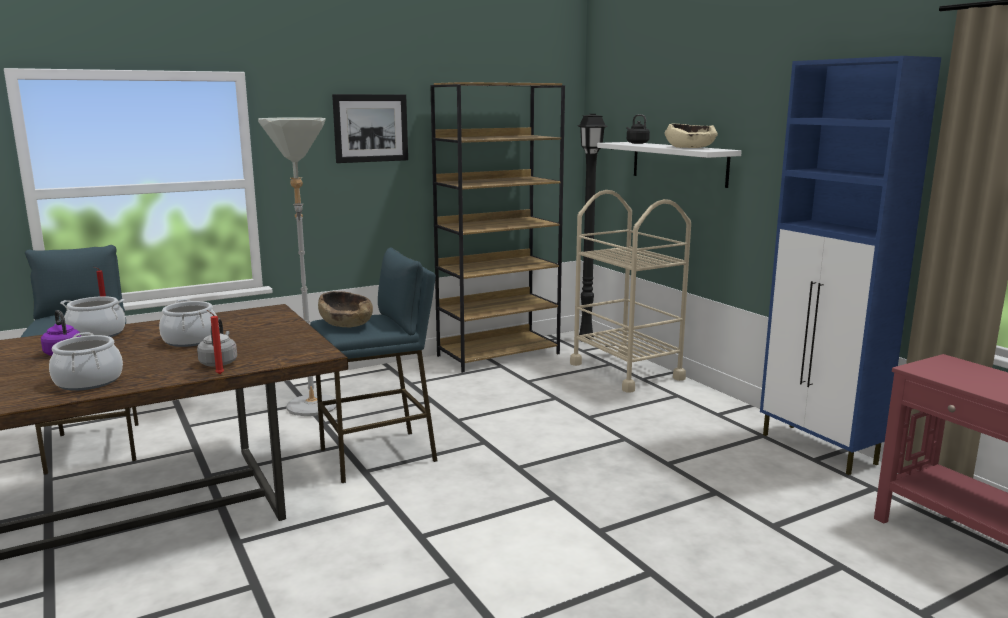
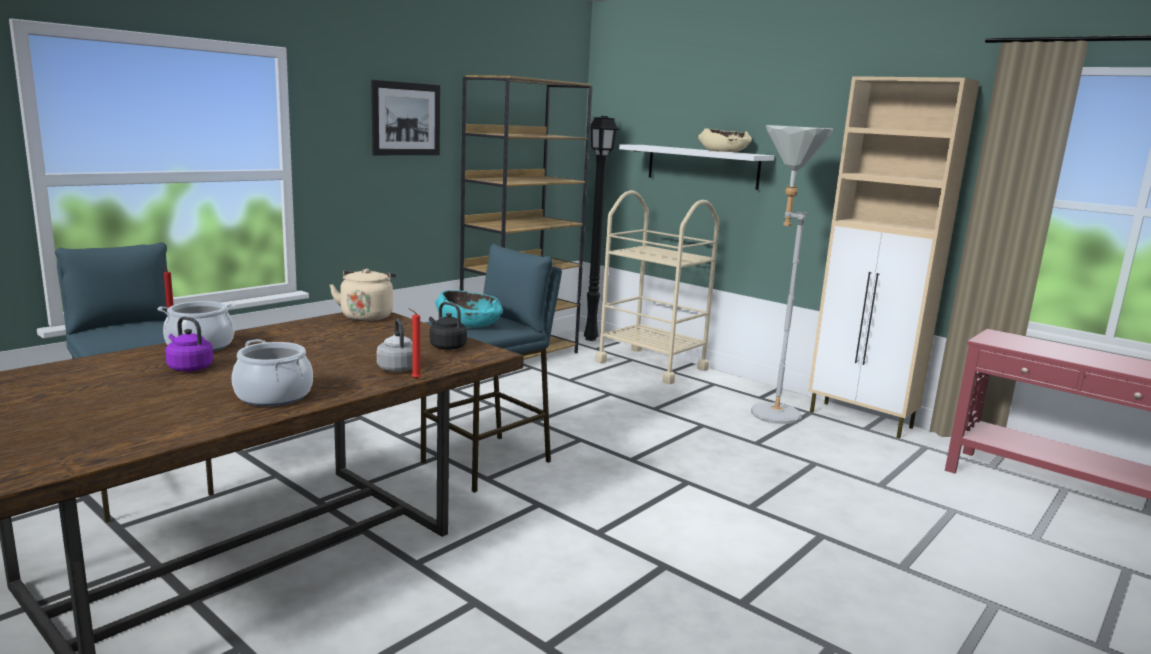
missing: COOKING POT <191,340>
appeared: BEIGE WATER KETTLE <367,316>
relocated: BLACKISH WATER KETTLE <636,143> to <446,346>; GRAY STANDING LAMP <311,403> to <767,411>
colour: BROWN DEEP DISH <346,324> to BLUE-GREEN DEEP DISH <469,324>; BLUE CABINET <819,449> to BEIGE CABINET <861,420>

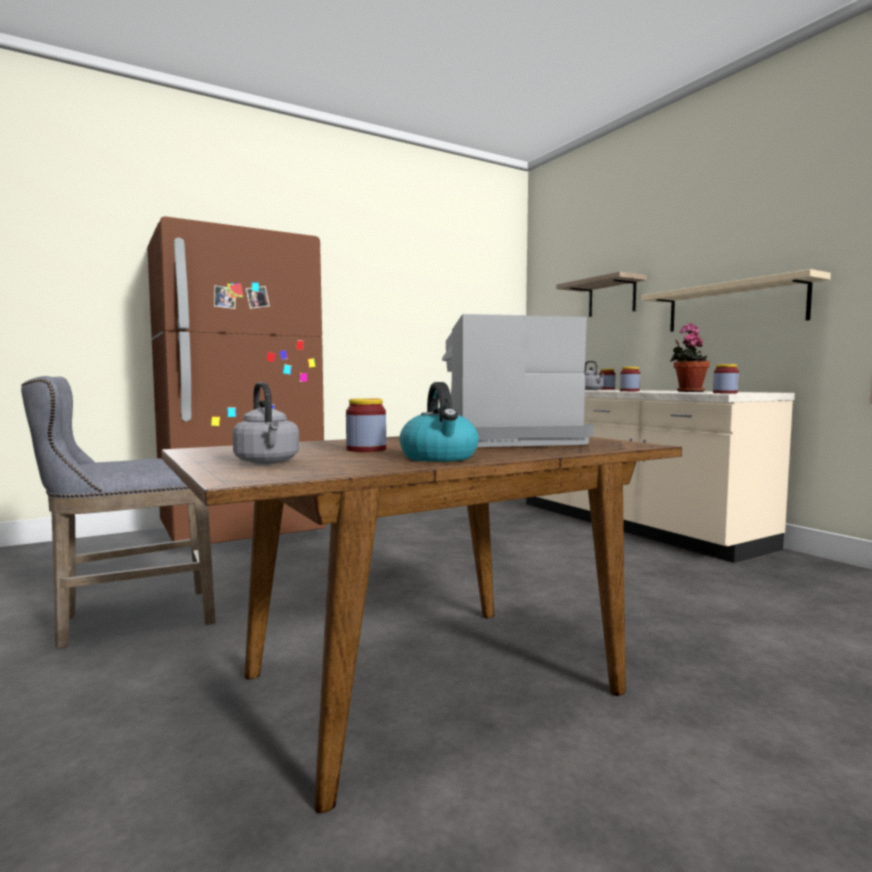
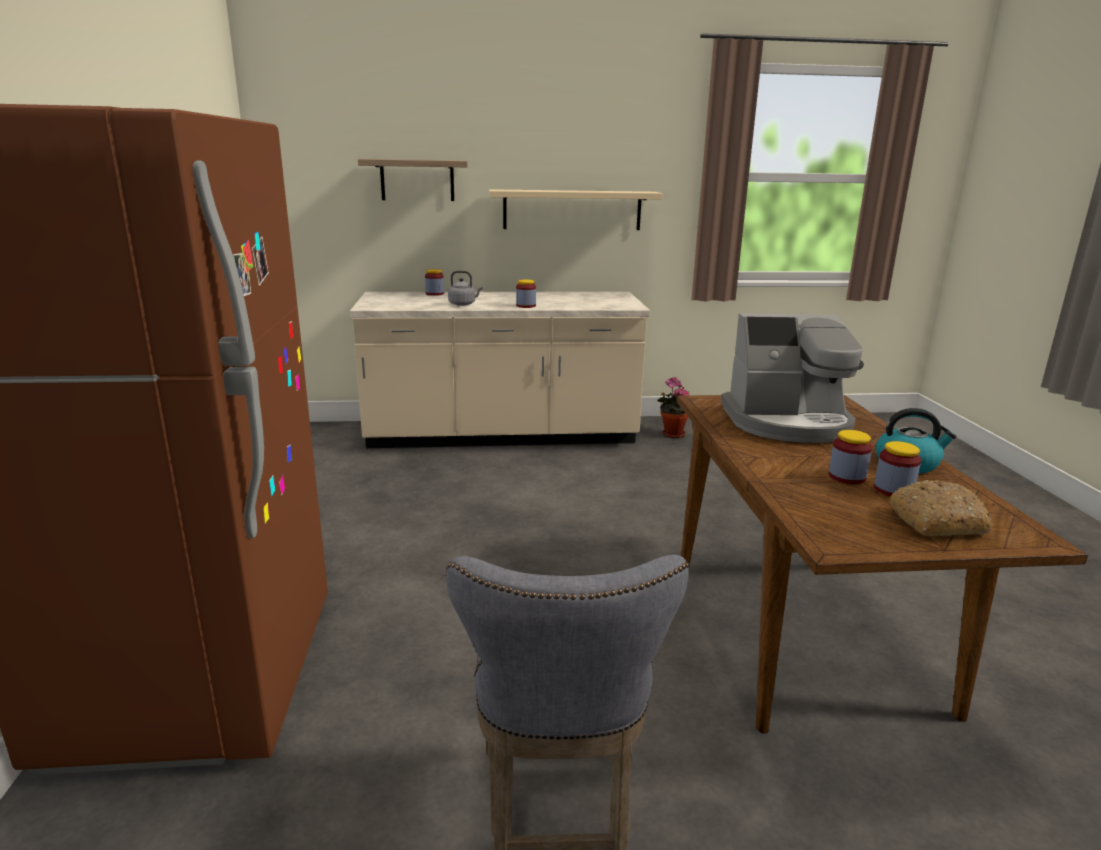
relocated: POTTED PLANT <688,391> to <671,434>; PRESERVE JAR <725,393> to <893,490>
exchanged: GRAY WATER KETTLE <267,462> to BREAD <937,522>
spun: COFFEE BREWER <507,440> = <788,423> 105 degrees counterclockwise

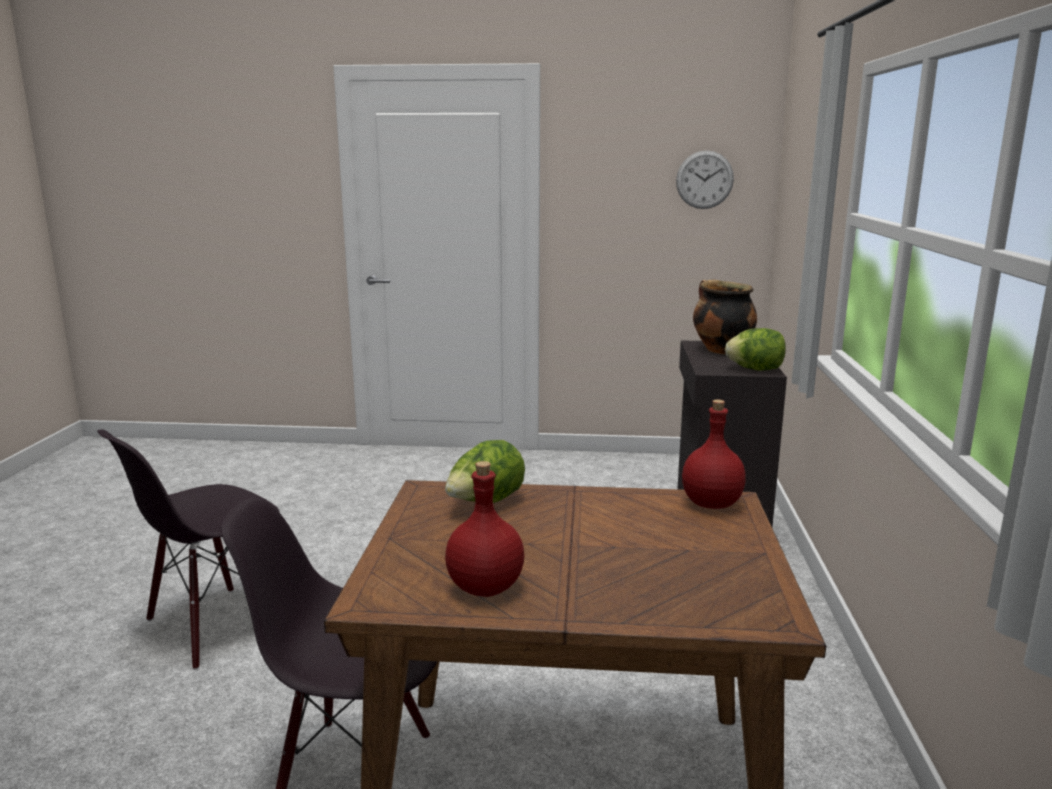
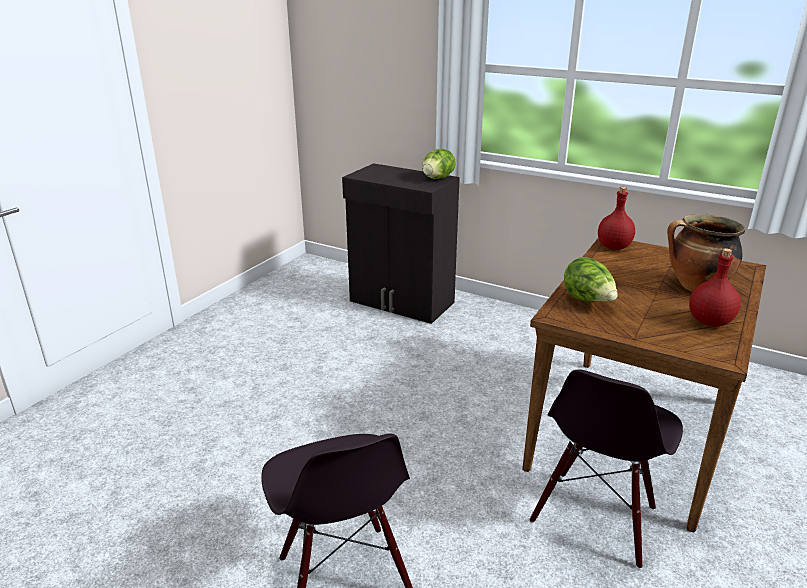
missing: HANGING CLOCK <704,180>
relocated: COOKING POT <720,350> to <696,287>

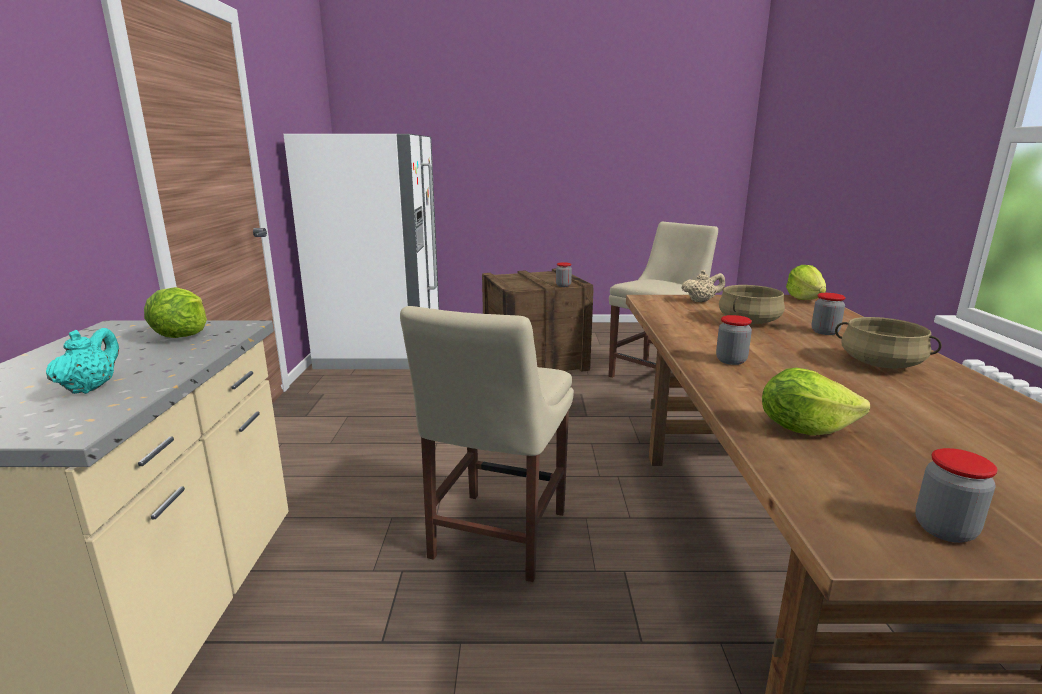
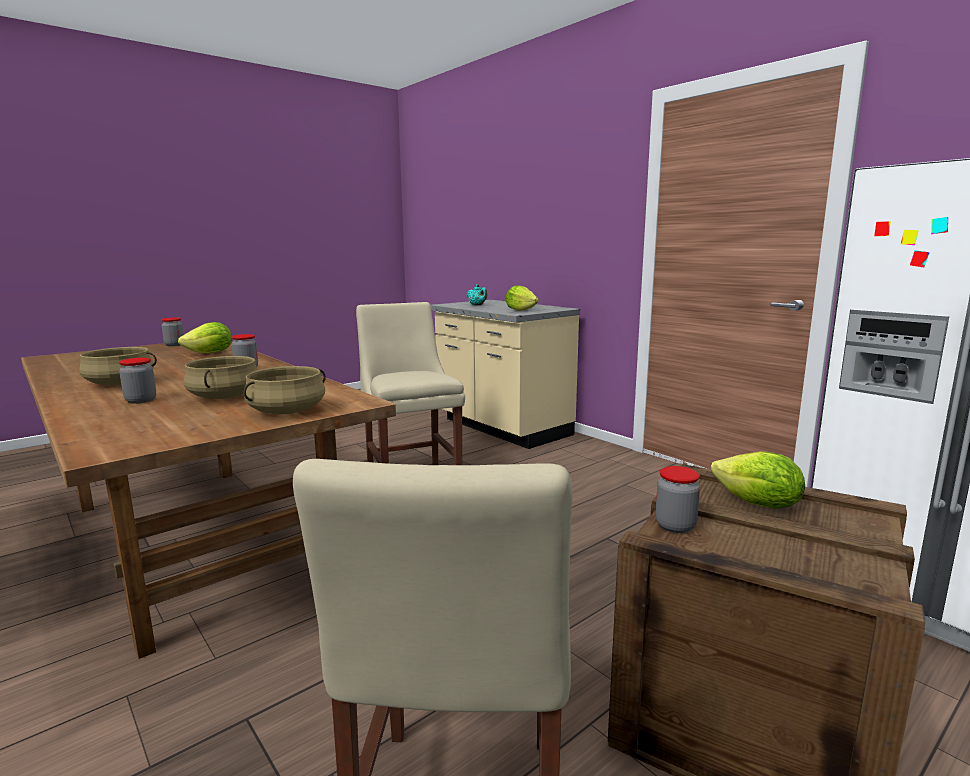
relocated: HEAD OF LETTUCE <804,299> to <757,504>
exchanged: BEIGE TEA POT <701,301> to BEIGE COOKING POT <287,411>

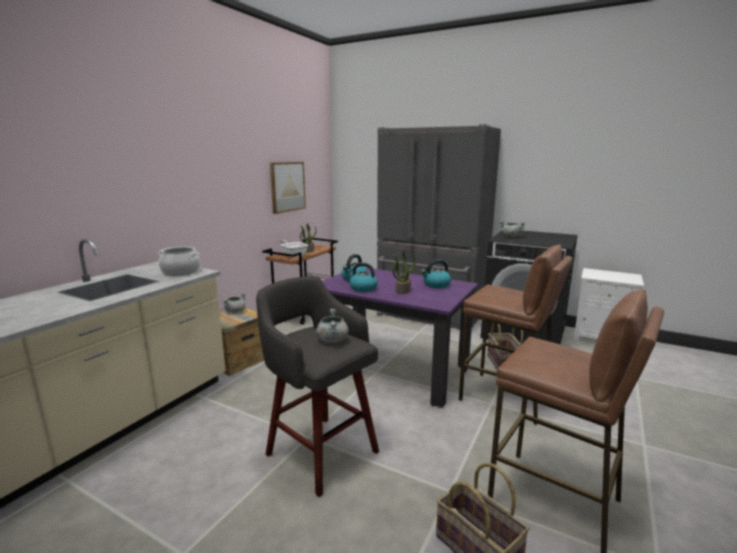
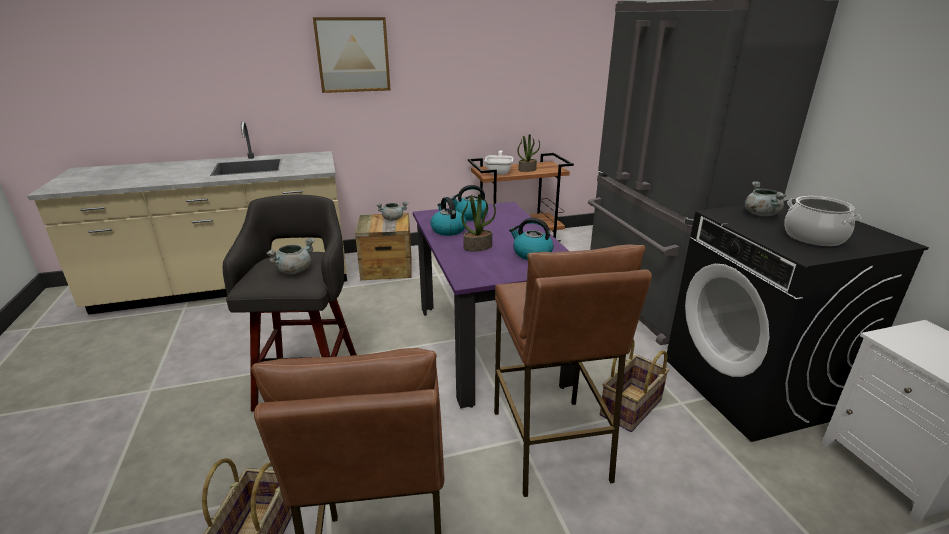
relocated: WALL PICTURE <287,186> to <353,55>; COOKING POT <181,272> to <814,237>

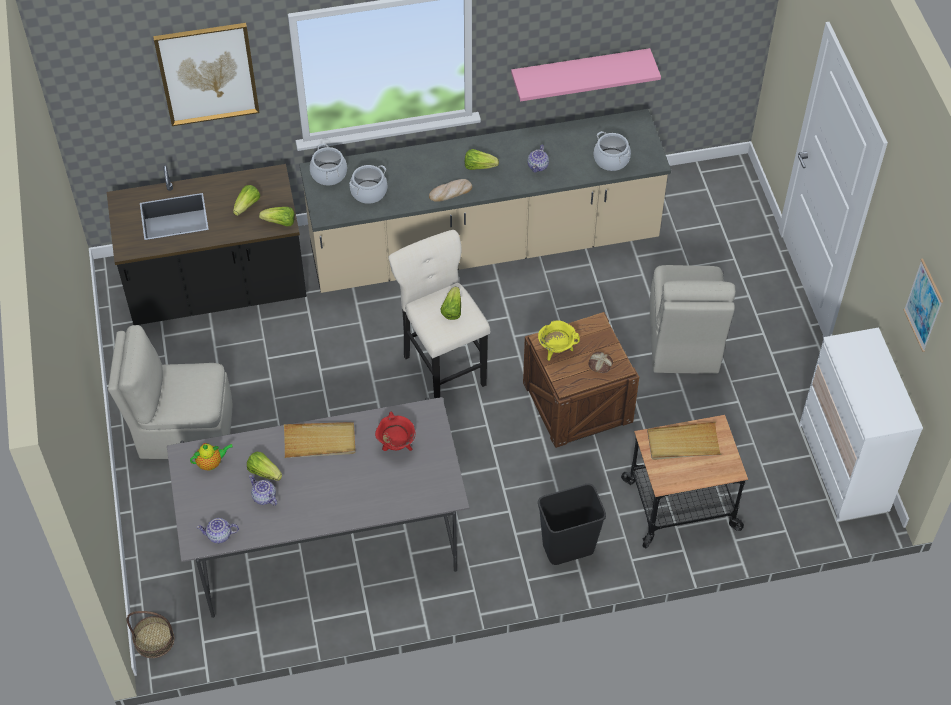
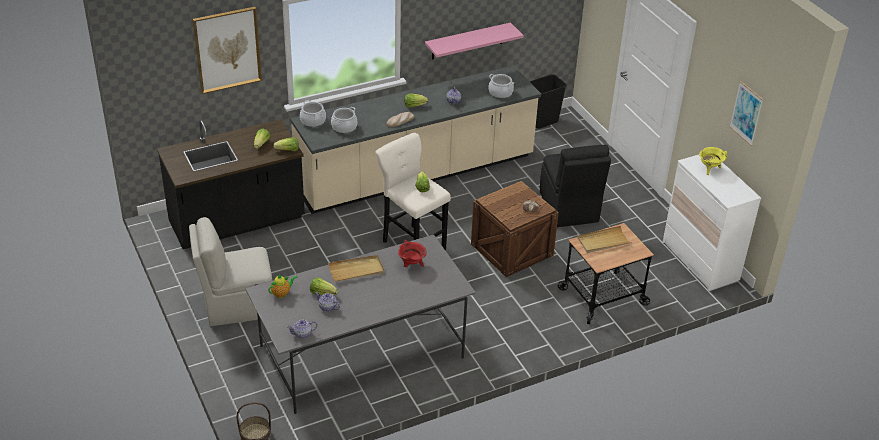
relocated: BLACKISH TRASH CAN <568,547> to <543,121>; YELLOW-COLOURED COOKING POT <556,350> to <709,169>
colour: BEIGE UPRIGHT CHAIR <683,342> to BLACKISH UPRIGHT CHAIR <569,208>

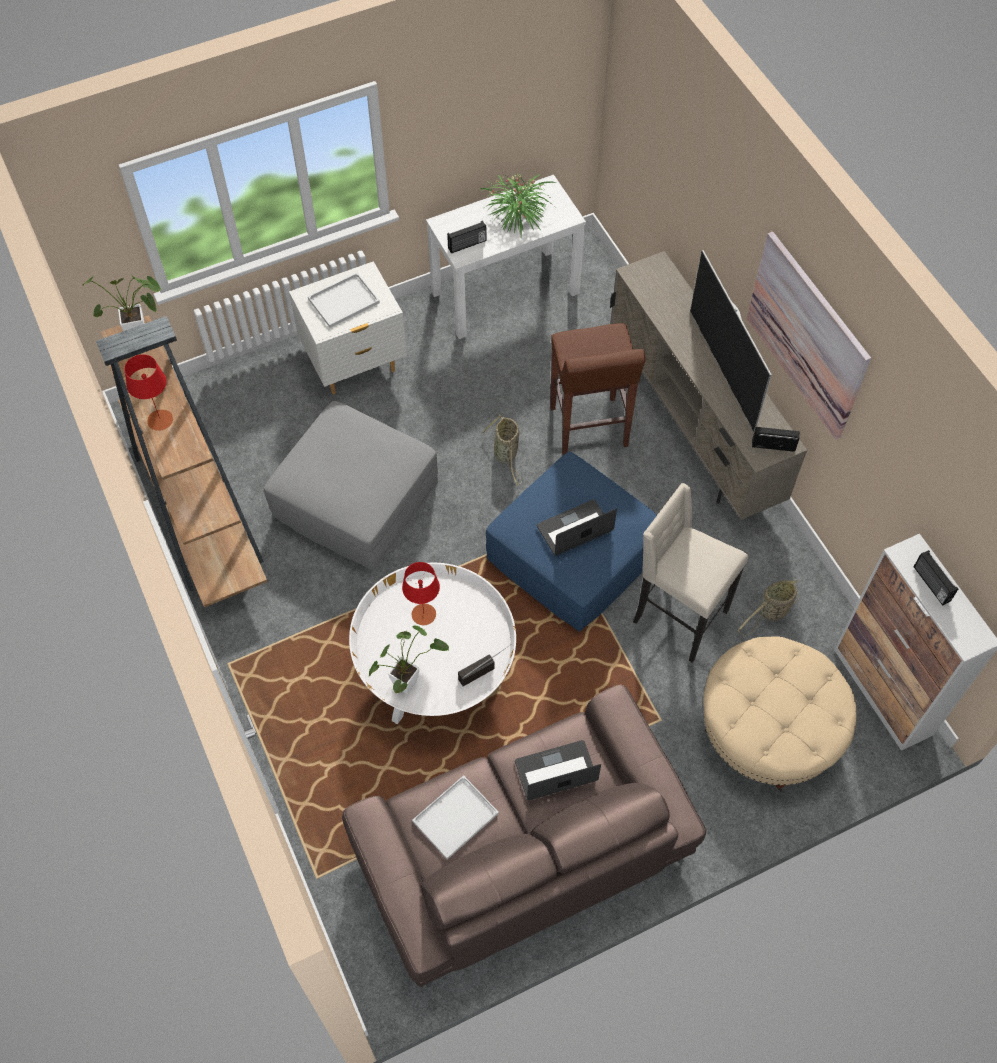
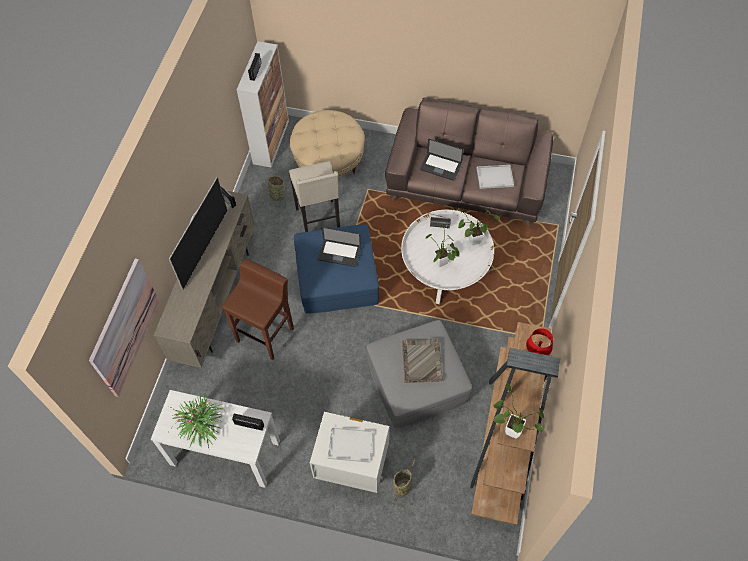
appeared: GRAY CARRYING TRAY <421,360>
relocated: WALL PICTURE <807,335> to <124,327>; HOUSEHOLD BASKET <506,455> to <403,486>
exchanged: REDDISH TABLETOP LAMP <423,614> to POTTED PLANT <442,265>

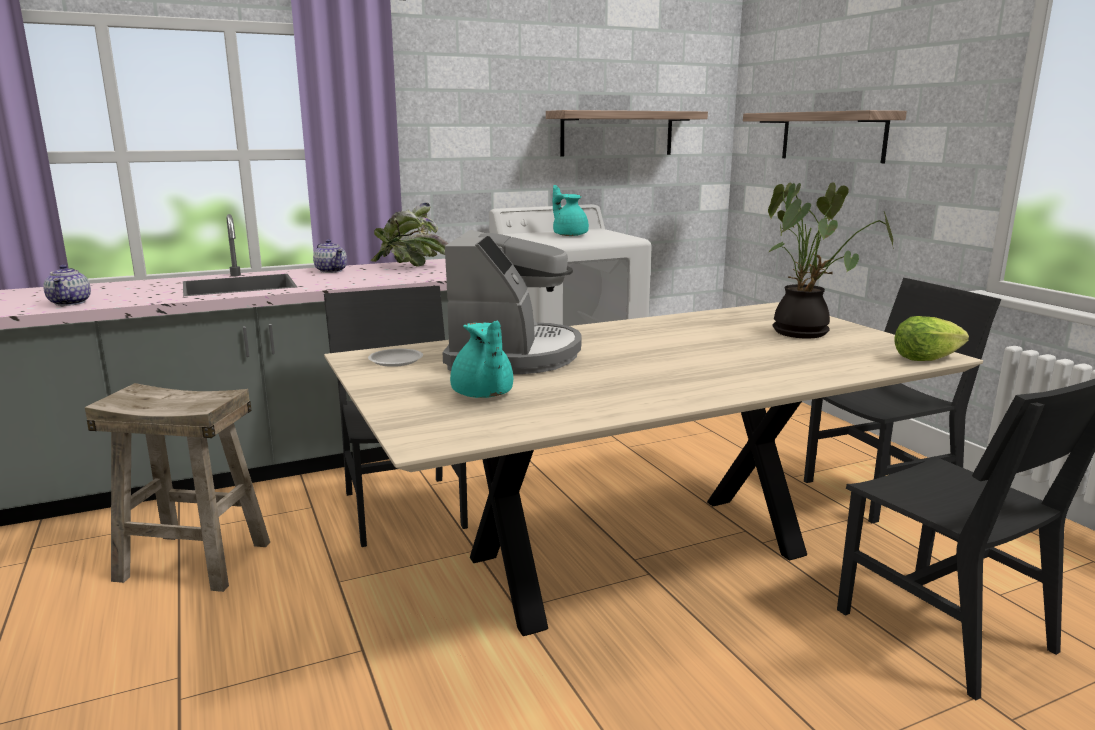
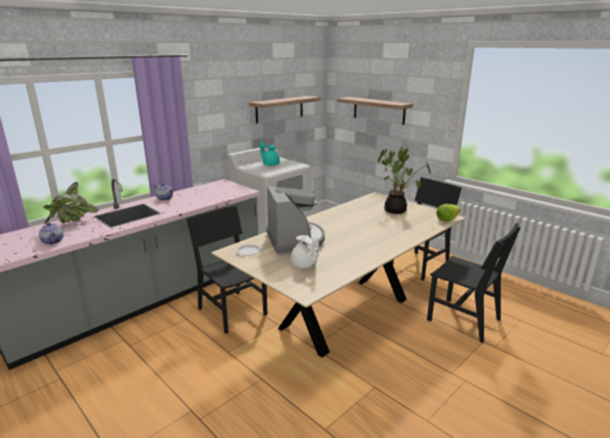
missing: BEIGE STOOL SEAT <193,561>
relocated: POTTED PLANT <411,267> to <72,223>
colour: BLUE-GREEN TEA POT <482,395> to WHITISH TEA POT <304,265>

